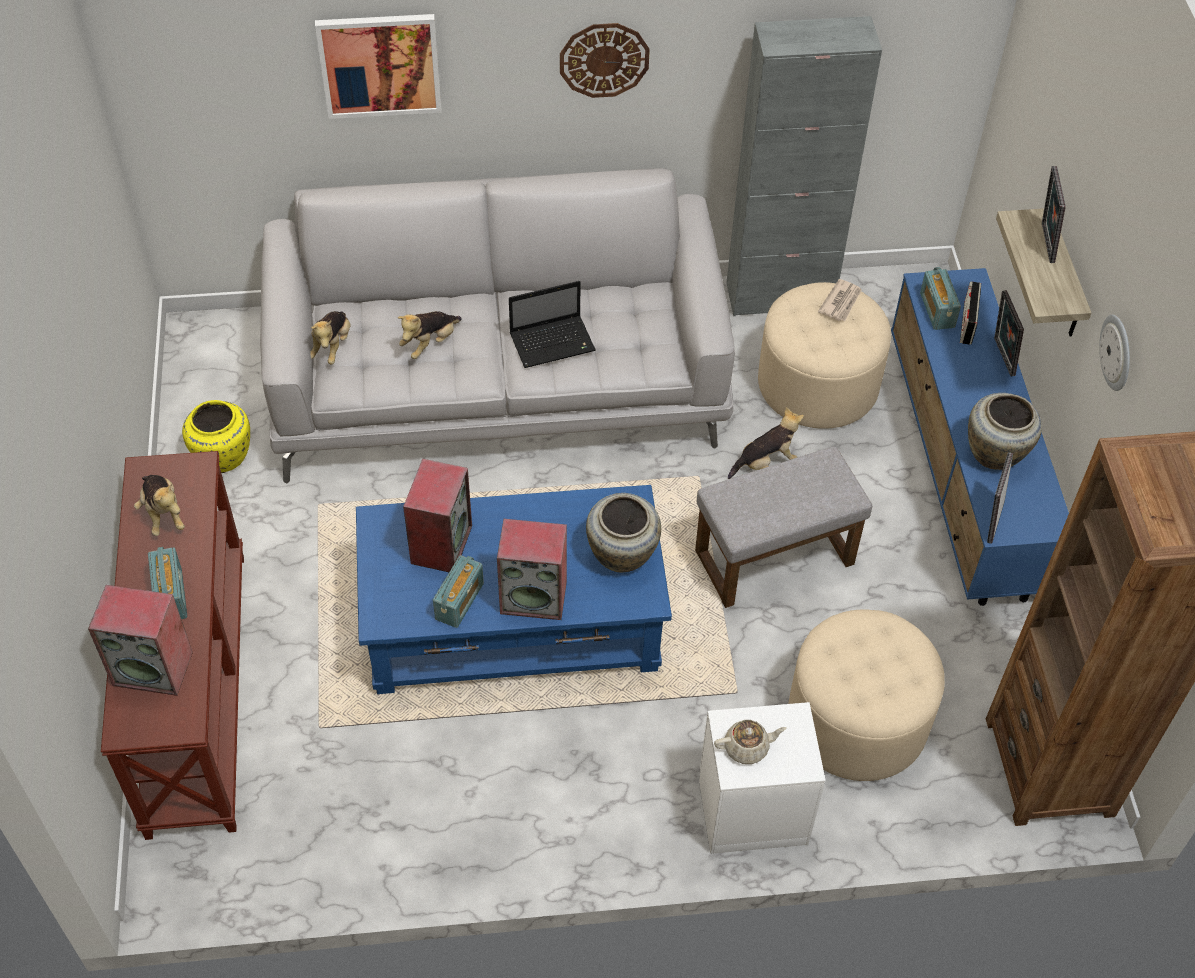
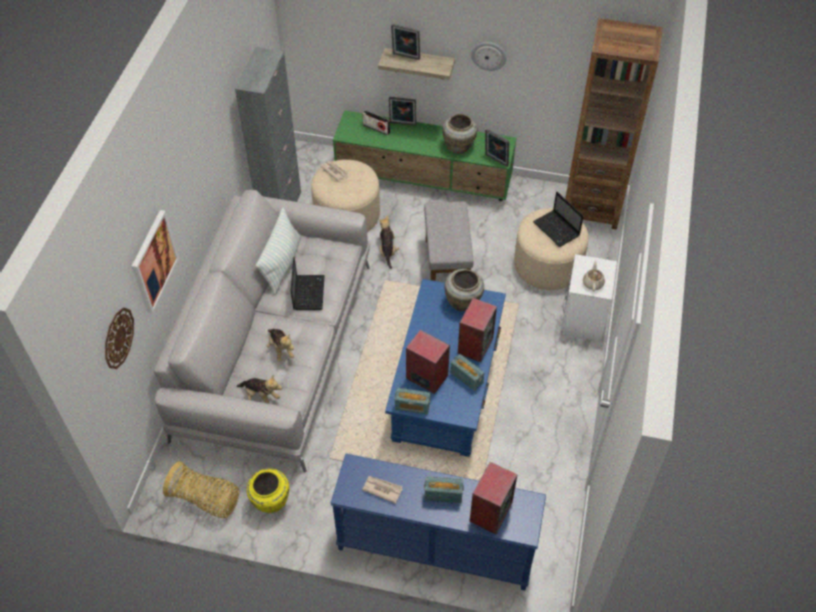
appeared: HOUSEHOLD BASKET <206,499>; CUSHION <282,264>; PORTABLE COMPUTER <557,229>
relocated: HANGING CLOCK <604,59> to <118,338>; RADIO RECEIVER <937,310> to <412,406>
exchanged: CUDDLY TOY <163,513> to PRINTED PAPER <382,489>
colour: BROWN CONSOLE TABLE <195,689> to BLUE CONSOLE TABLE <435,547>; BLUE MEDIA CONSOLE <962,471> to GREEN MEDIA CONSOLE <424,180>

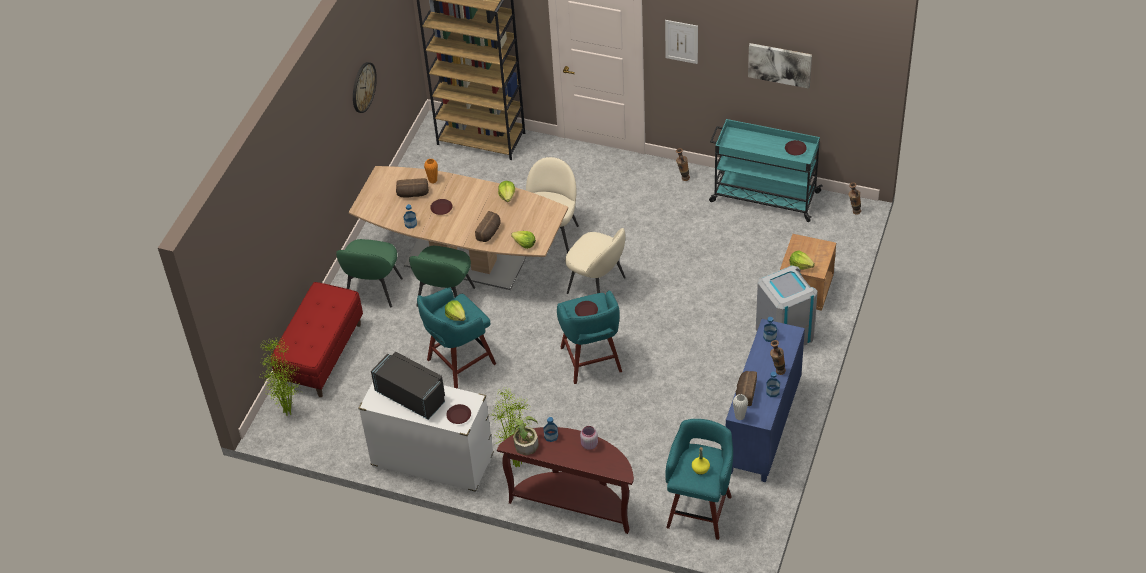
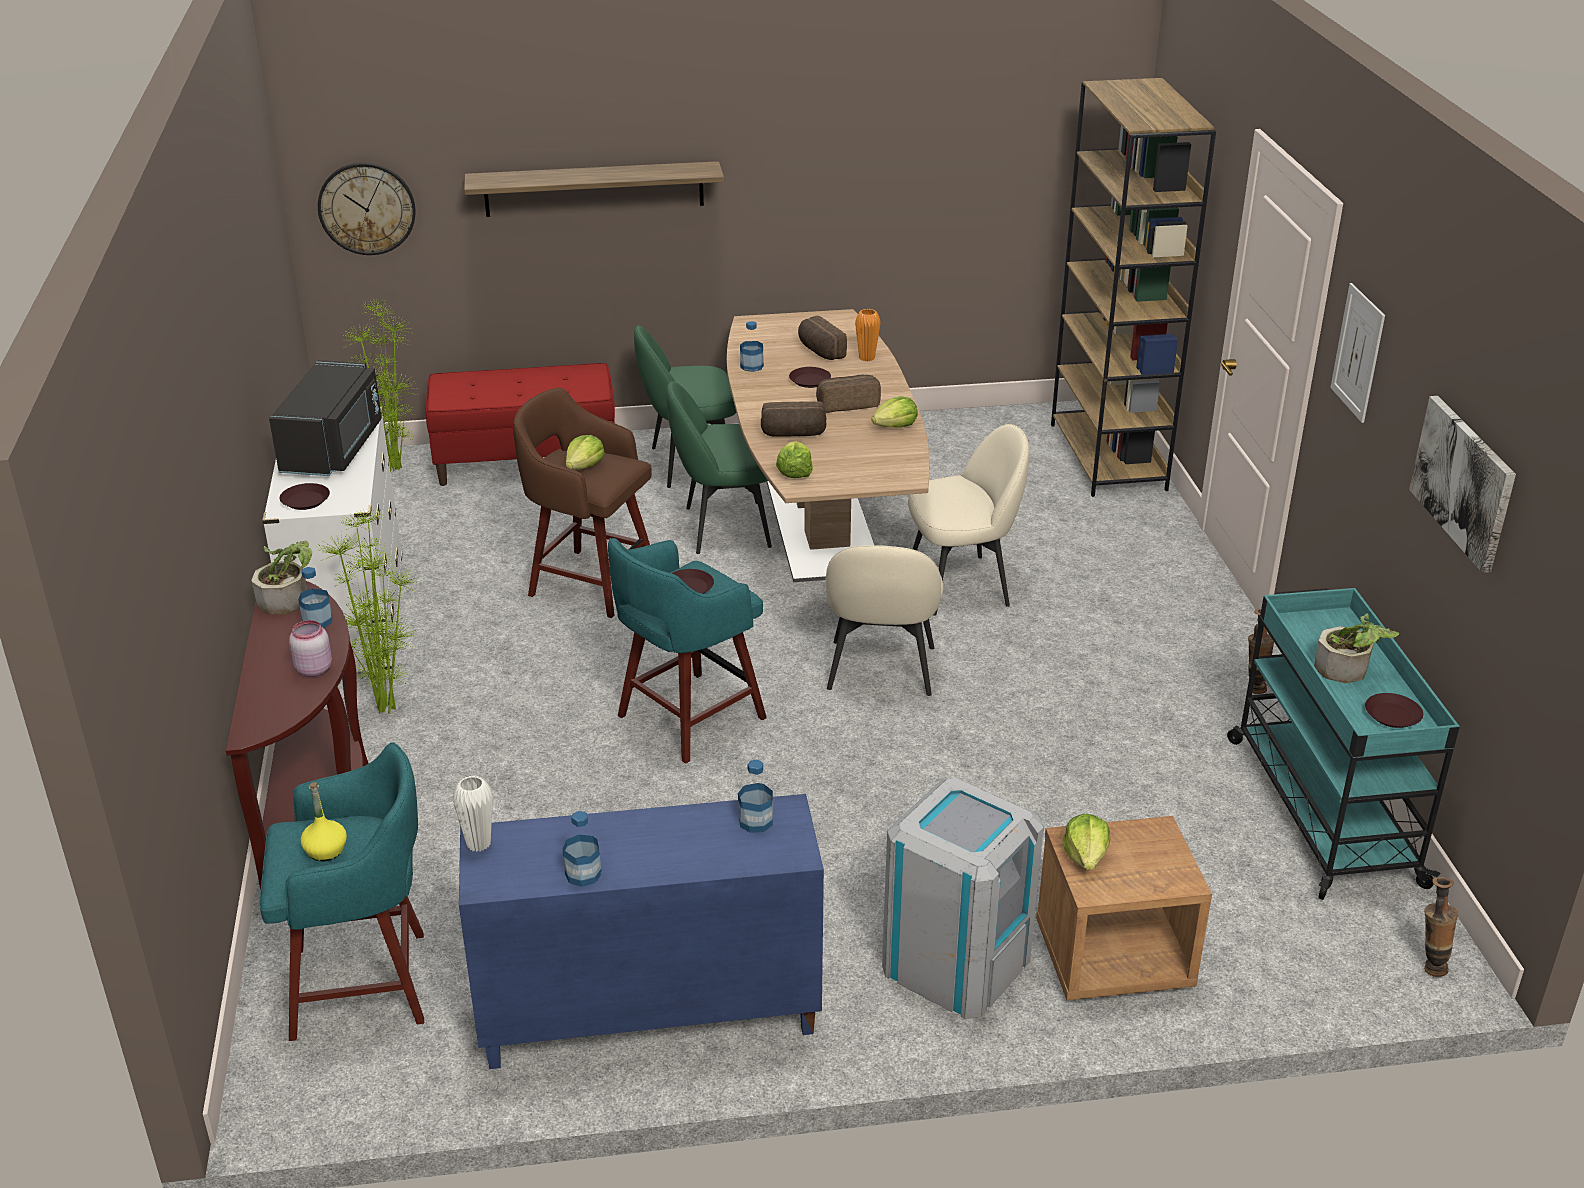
missing: DECORATIVE VASE <777,371>
appeared: BRACKET SHELF <594,189>; POTTED PLANT <1348,669>
relocated: HANGING CLOCK <363,87> to <367,208>; BREAD <745,392> to <847,404>
colour: BLUE-GREEN STOOL SEAT <459,363> to BROWN STOOL SEAT <589,582>

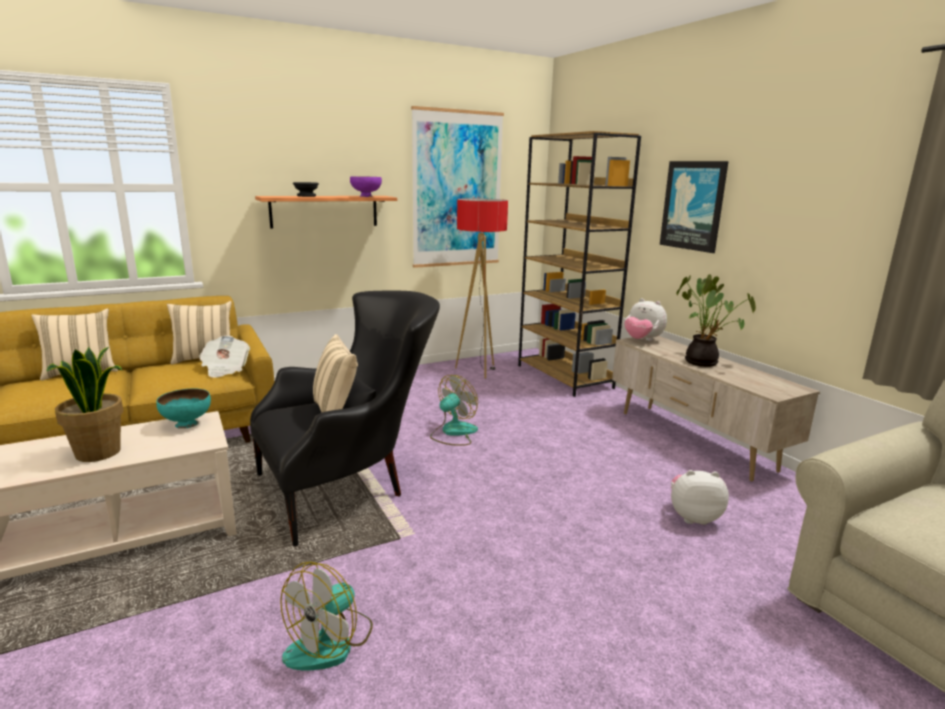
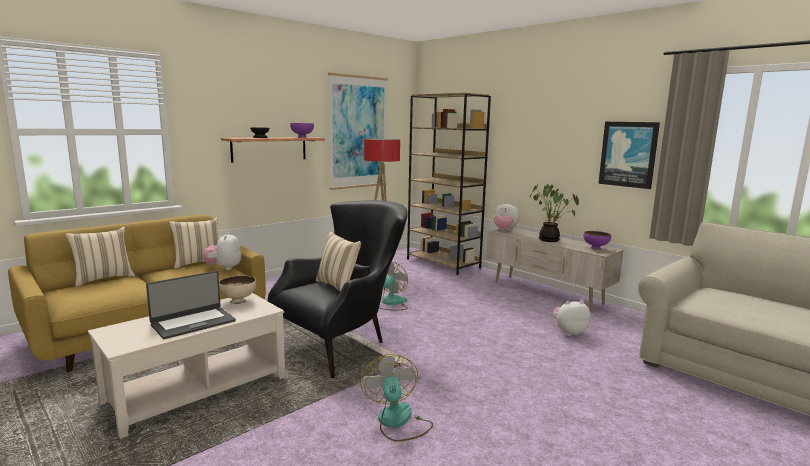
appeared: PURPLE-COLOURED DEEP DISH <595,248>
relocated: WALL PICTURE <693,205> to <628,154>
exchanged: POTTED PLANT <99,453> to PORTABLE COMPUTER <193,323>; PRINTED PAPER <225,369> to CUDDLY TOY <224,268>
colour: BLUE-GREEN DEEP DISH <187,424> to BEIGE DEEP DISH <238,301>
spun: COOLING FAN <330,642> = <397,422> 150 degrees clockwise

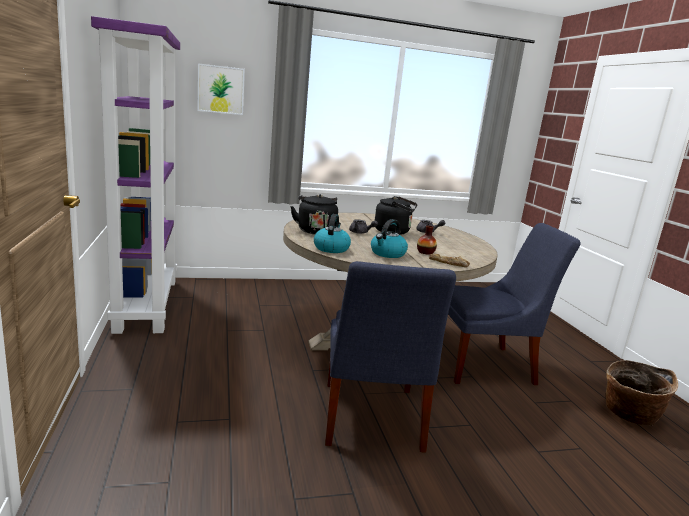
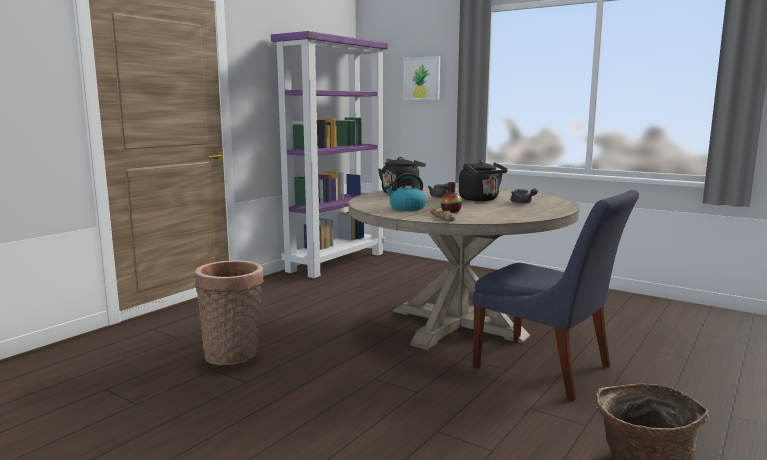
missing: WATER KETTLE <331,248>; BLUE UPRIGHT CHAIR <371,419>
appeared: HOUSEHOLD BASKET <234,355>

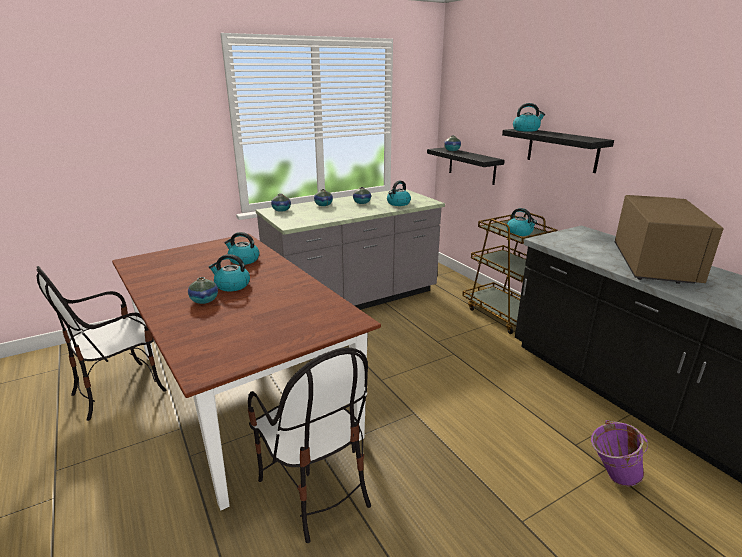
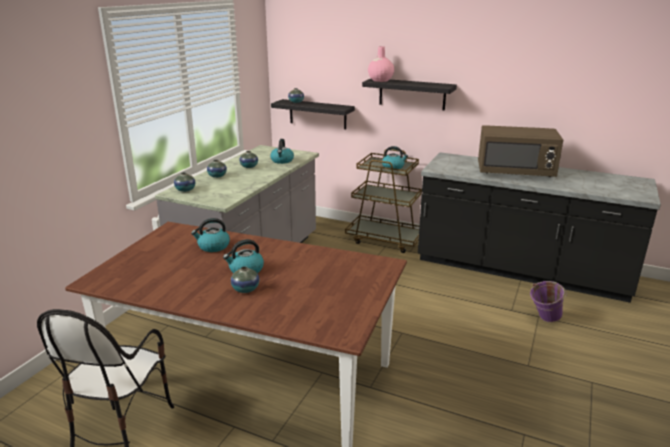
missing: UPRIGHT CHAIR <314,489>
exchanged: WATER KETTLE <526,130> to PINK DECORATIVE VASE <380,80>
spun: BROWN KITCHEN MICROWAVE <652,265> = <515,172> 120 degrees clockwise

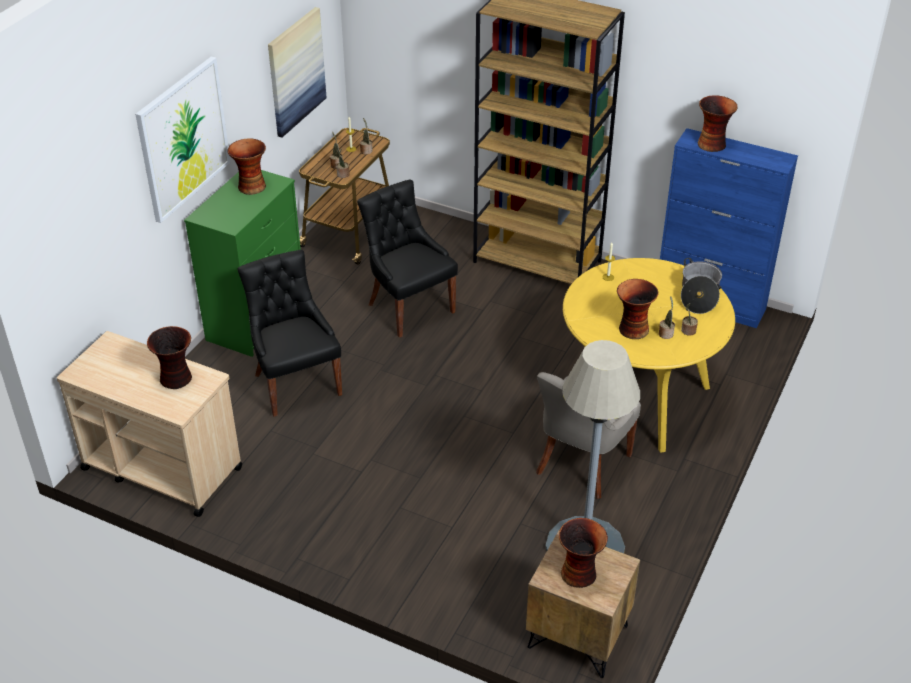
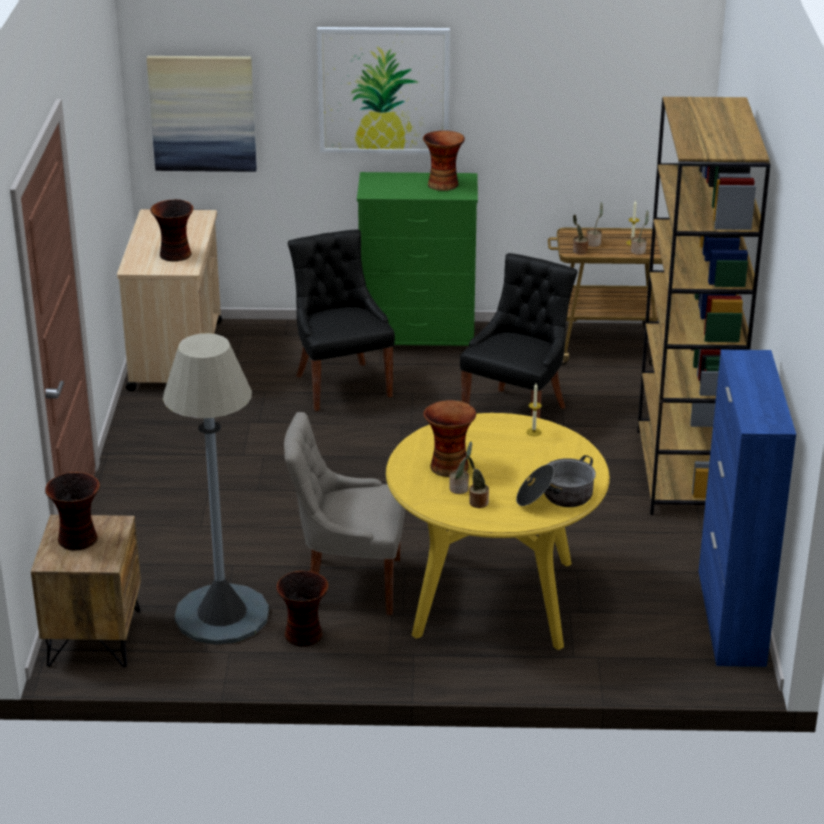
relocated: WALL PICTURE <295,71> to <203,113>; DECORATIVE VASE <712,144> to <304,635>
spun: BLACKISH UPRIGHT CHAIR <296,383> = <341,385> 60 degrees counterclockwise

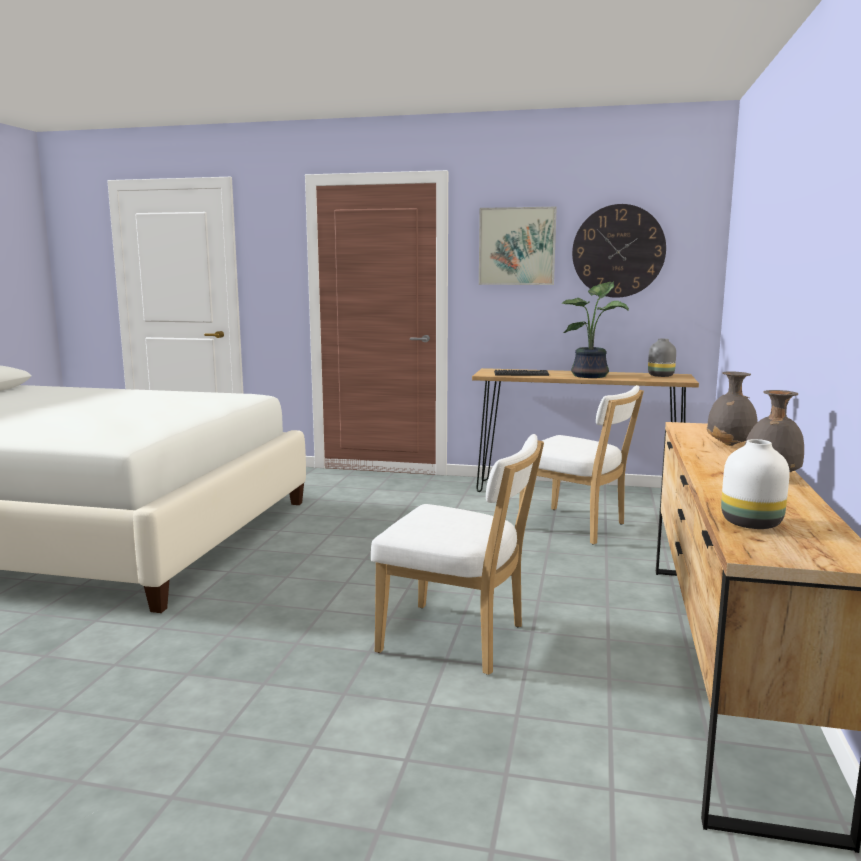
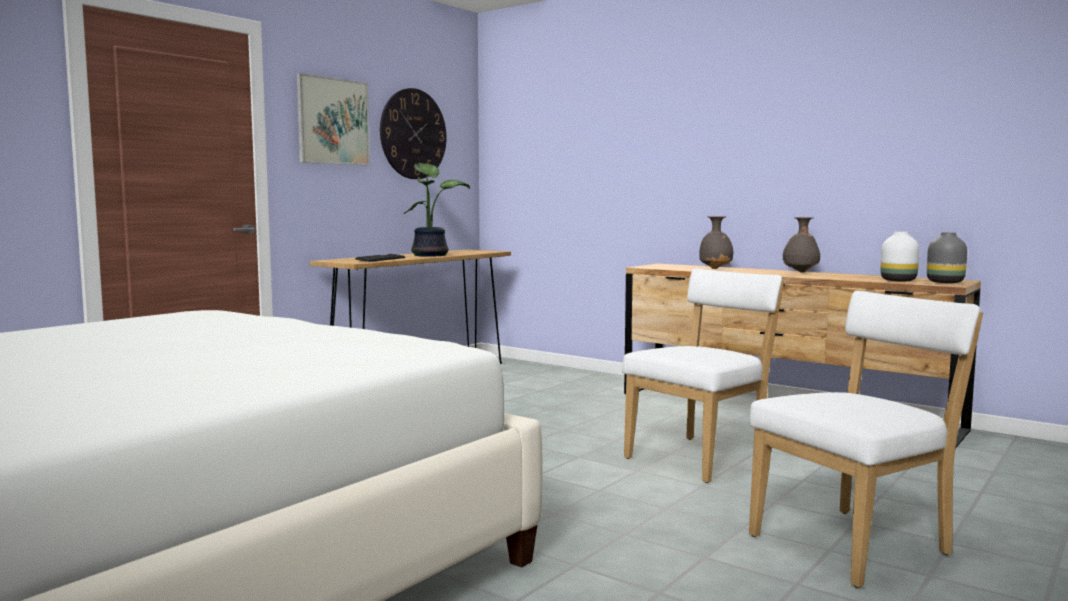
relocated: WHITISH UPRIGHT CHAIR <577,527> to <856,544>; GRAY DECORATIVE VASE <660,376> to <944,282>

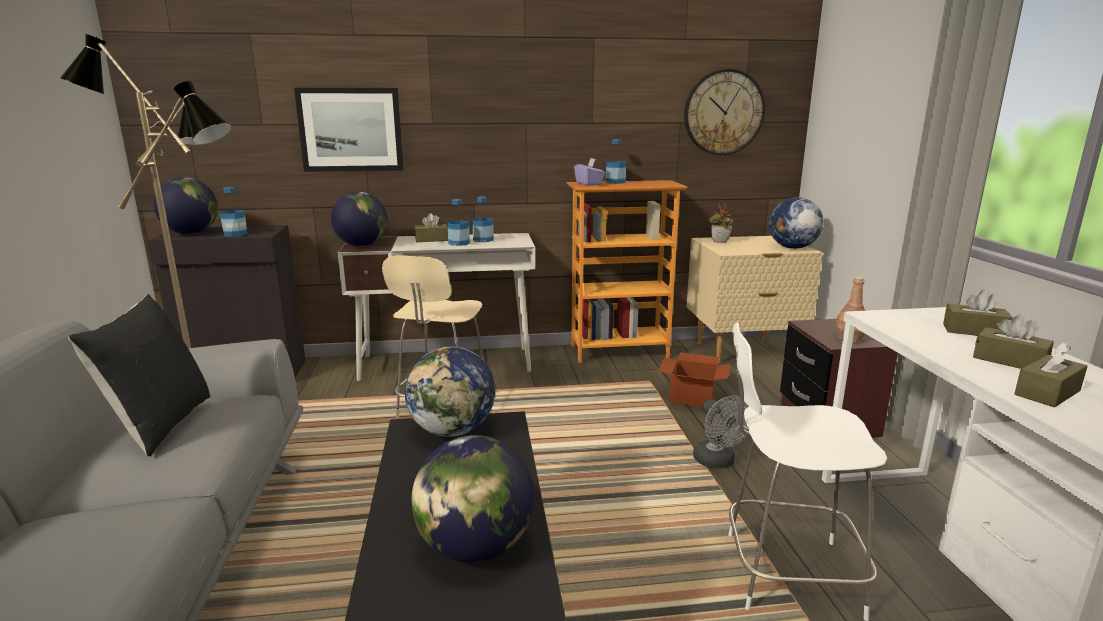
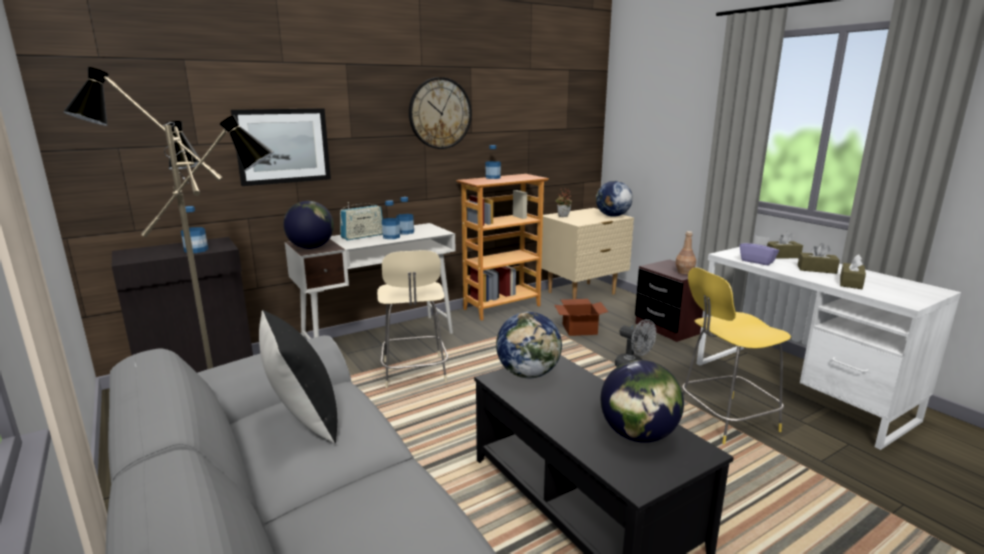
missing: WORLD GLOBE <191,233>
relocated: HANGING CLOCK <723,112> to <440,113>; PURPLE-COLOURED BOX OF TISSUES <589,184> to <757,261>
exchanged: BROWN BOX OF TISSUES <431,240> to RADIO RECEIVER <363,236>
colour: WHITISH UPRIGHT CHAIR <785,573> to YELLOW-COLOURED UPRIGHT CHAIR <724,420>

